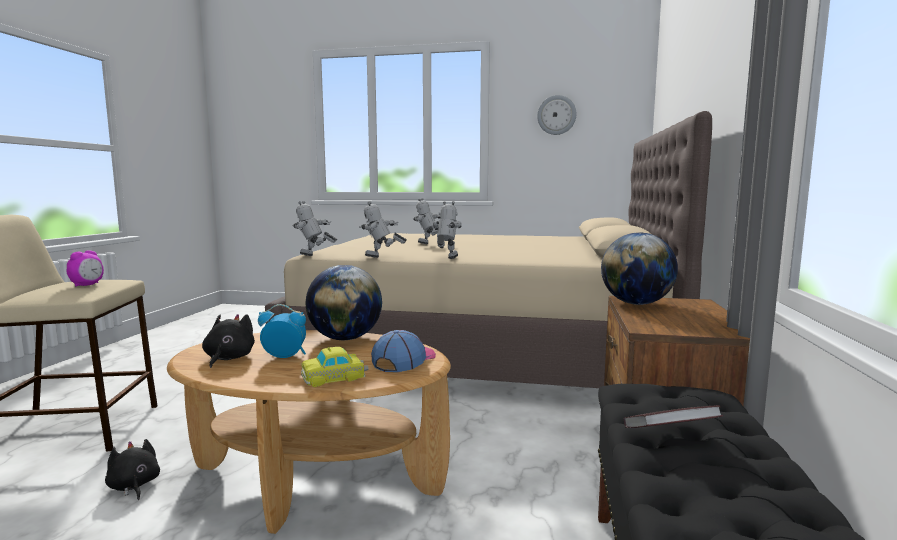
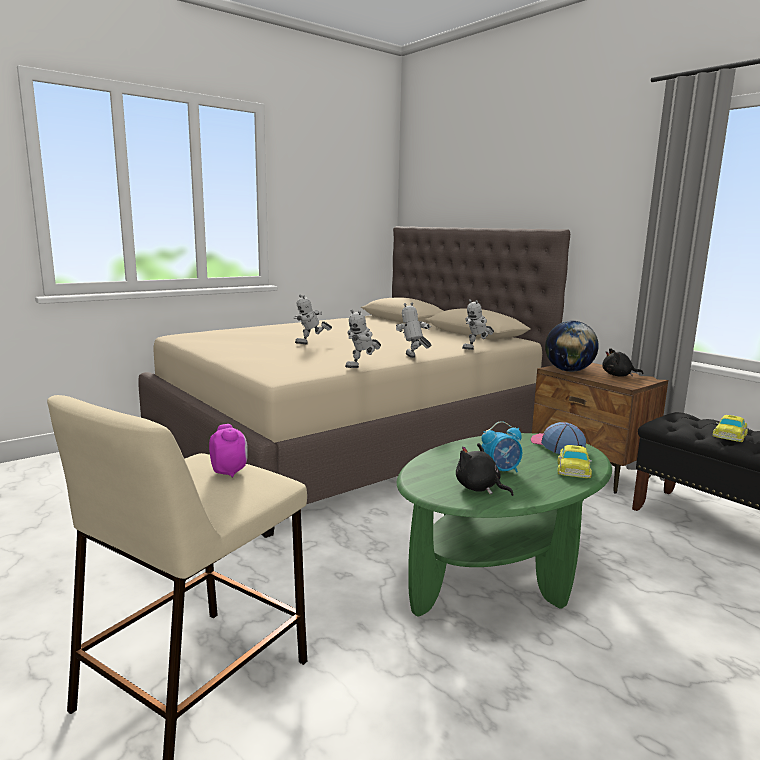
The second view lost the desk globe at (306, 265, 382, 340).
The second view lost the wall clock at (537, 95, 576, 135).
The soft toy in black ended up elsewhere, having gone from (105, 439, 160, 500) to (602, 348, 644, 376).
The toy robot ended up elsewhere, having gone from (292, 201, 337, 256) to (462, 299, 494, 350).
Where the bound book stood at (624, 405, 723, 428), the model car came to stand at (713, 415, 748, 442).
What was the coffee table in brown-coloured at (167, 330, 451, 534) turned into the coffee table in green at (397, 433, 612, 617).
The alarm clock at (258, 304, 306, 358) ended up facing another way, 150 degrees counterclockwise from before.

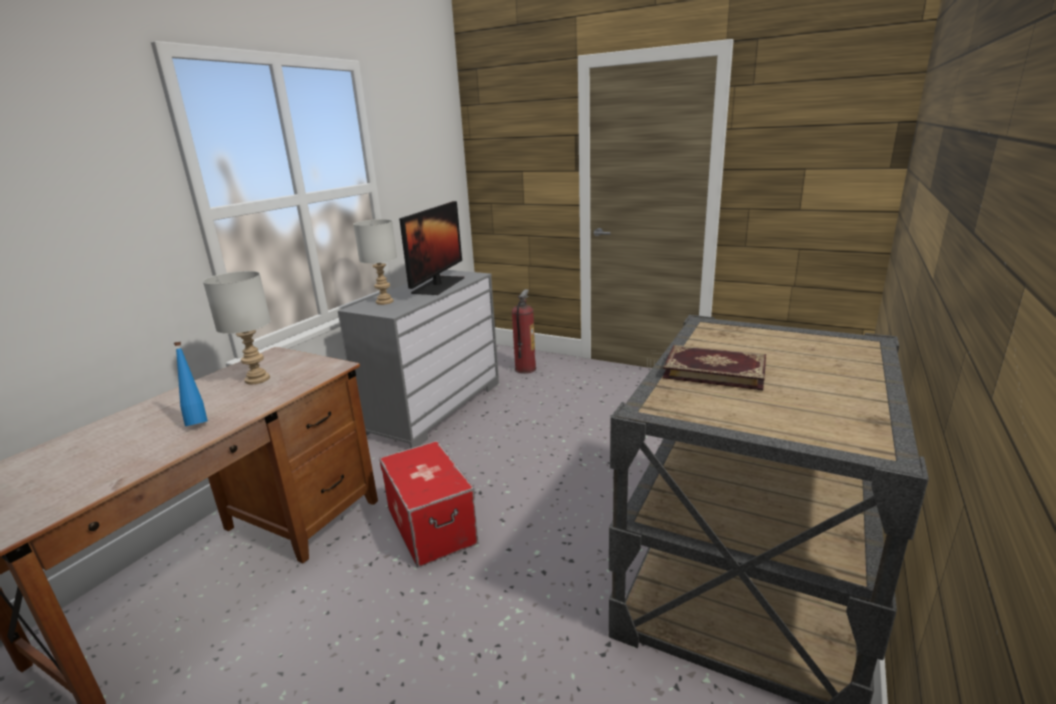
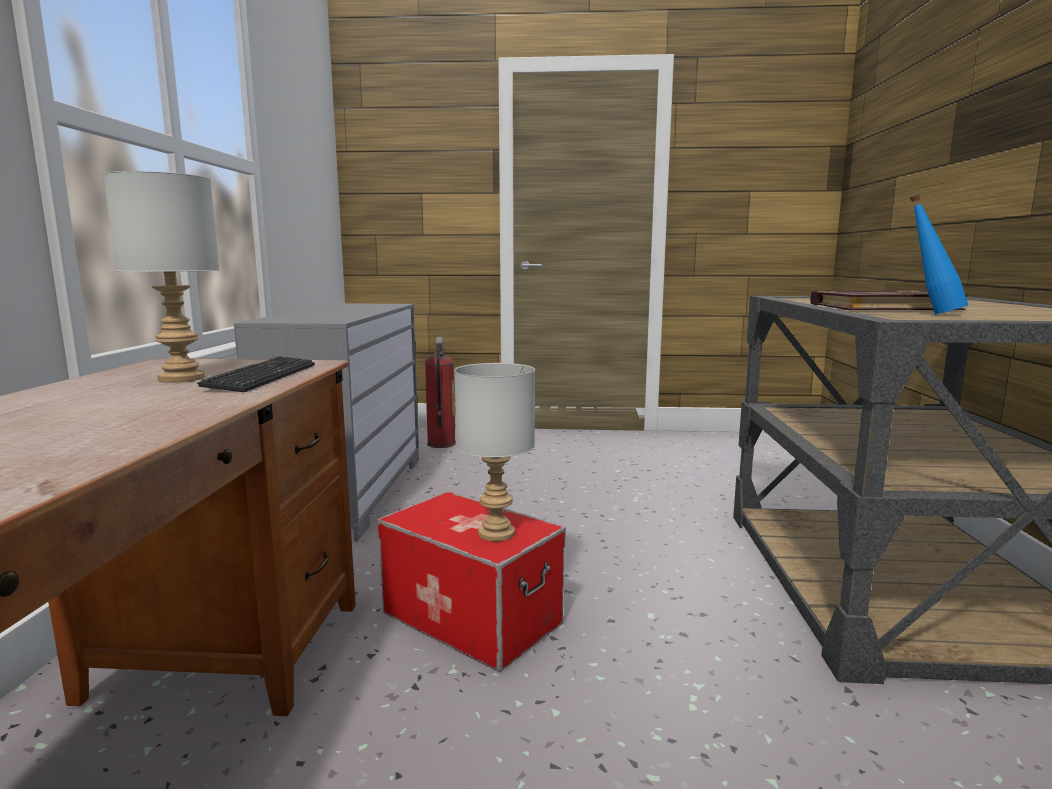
The second view lost the monitor at (399, 201, 464, 295).
The second view gained the PC keyboard at (197, 356, 315, 392).
The drink bottle in bluish ended up elsewhere, having gone from (174, 342, 208, 426) to (910, 194, 968, 315).
The tabletop lamp in gray ended up elsewhere, having gone from (353, 219, 397, 305) to (454, 363, 535, 542).

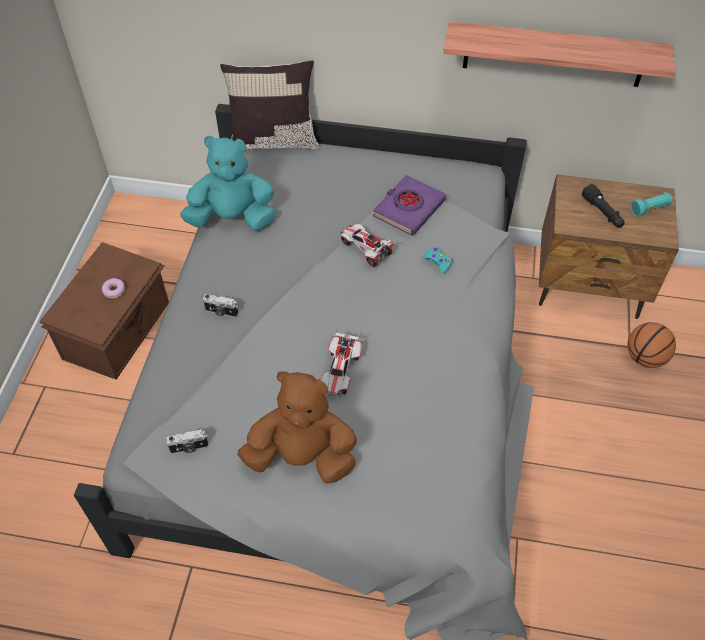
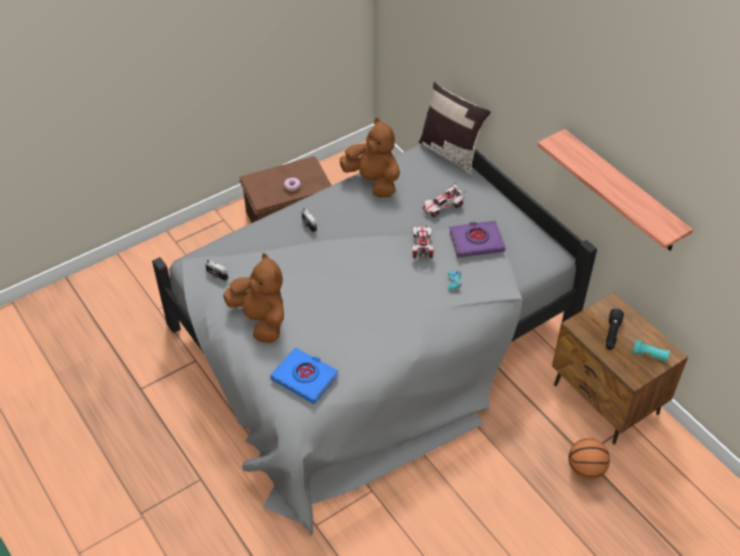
The second view gained the bound book in bluish at (270, 348, 339, 404).
The model car ended up elsewhere, having gone from (321, 328, 362, 396) to (422, 181, 466, 217).
What was the soft toy in turquoise at (180, 136, 276, 231) turned into the soft toy in brown-coloured at (340, 118, 400, 197).

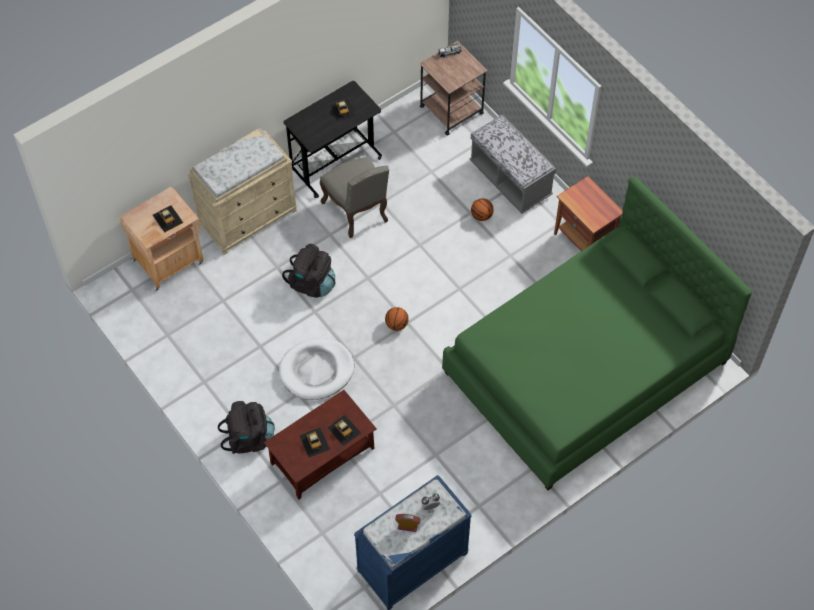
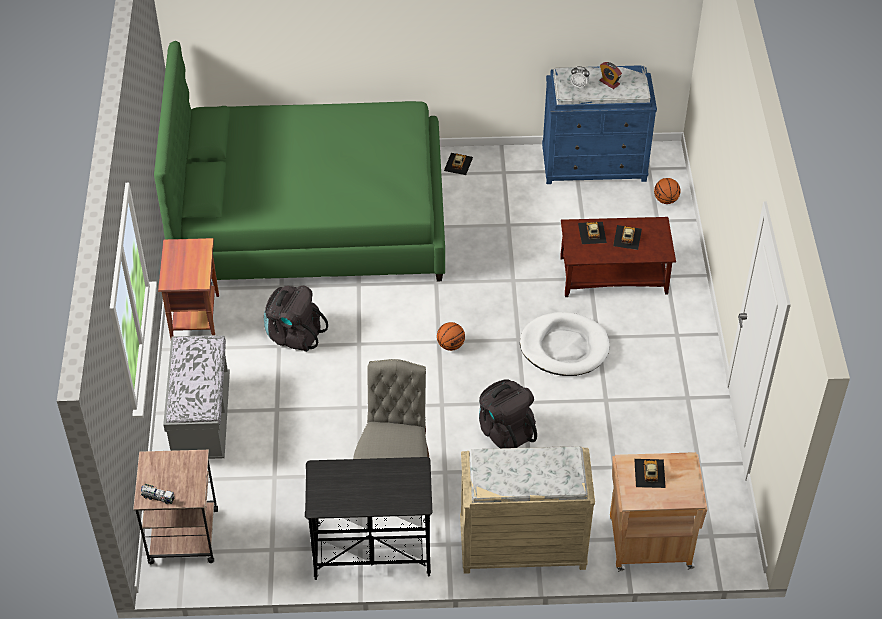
The backpack in black ended up elsewhere, having gone from (218, 401, 275, 454) to (264, 286, 328, 352).
The model car ended up elsewhere, having gone from (330, 99, 357, 122) to (444, 153, 473, 175).
The ball for basketball ended up elsewhere, having gone from (471, 198, 494, 221) to (654, 178, 681, 204).

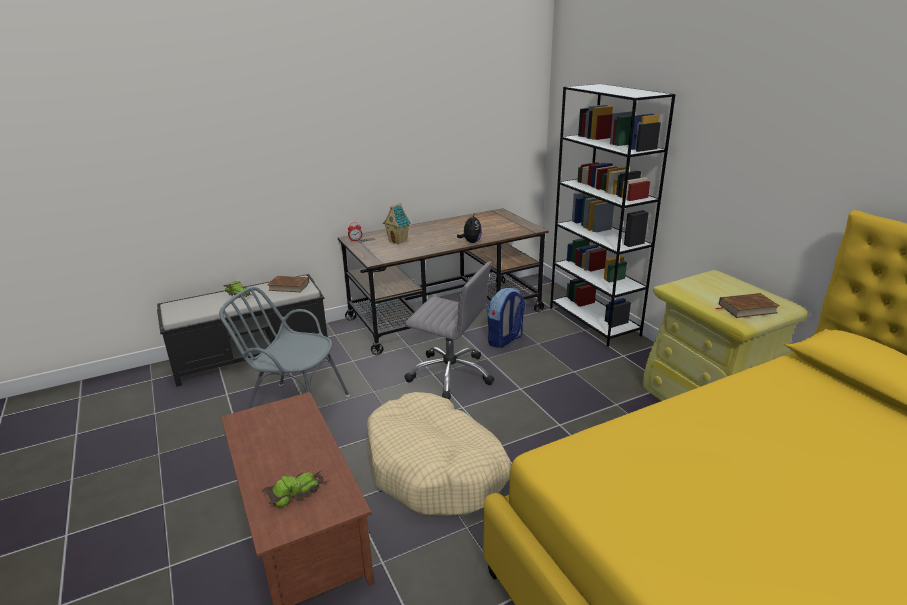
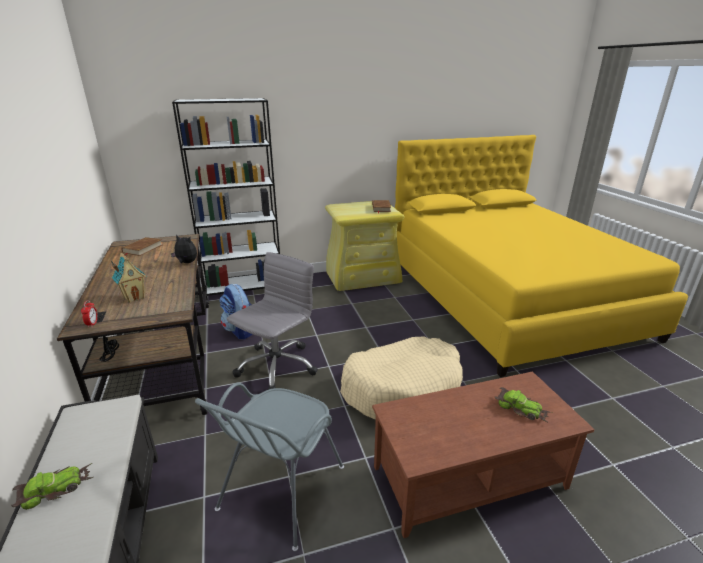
The bound book in brown-coloured ended up elsewhere, having gone from (268, 276, 309, 292) to (121, 237, 162, 256).
The model car at (262, 470, 330, 507) ended up facing another way, 150 degrees clockwise from before.

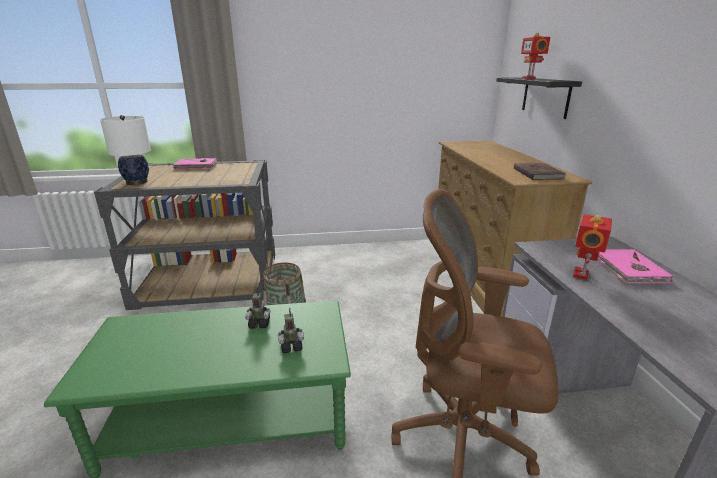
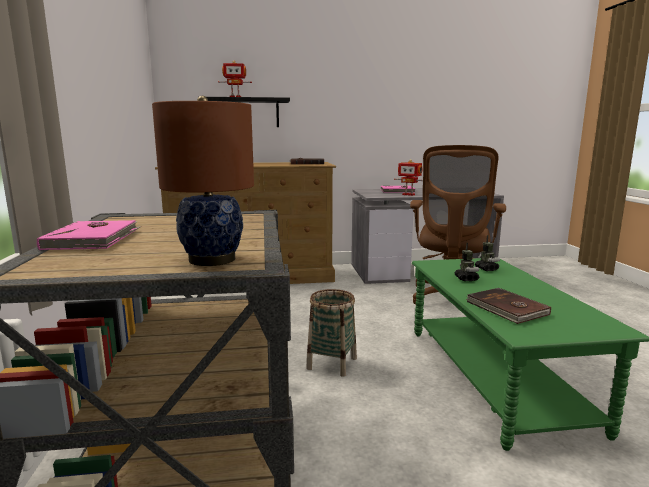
The second view gained the bound book in brown-coloured at (466, 288, 551, 324).
What was the tabletop lamp in white-coloured at (100, 115, 151, 185) turned into the tabletop lamp in brown-coloured at (152, 96, 254, 266).

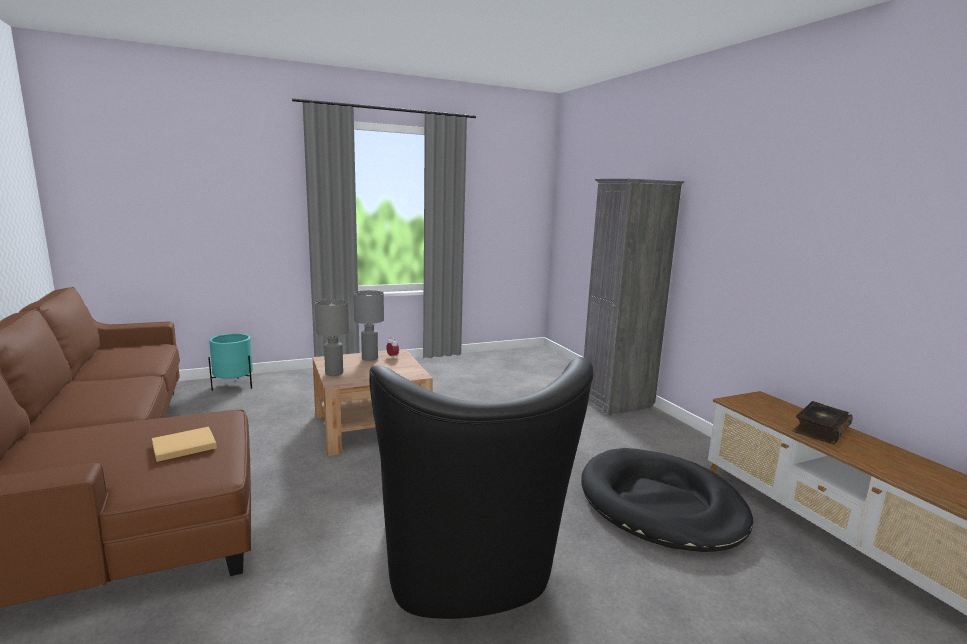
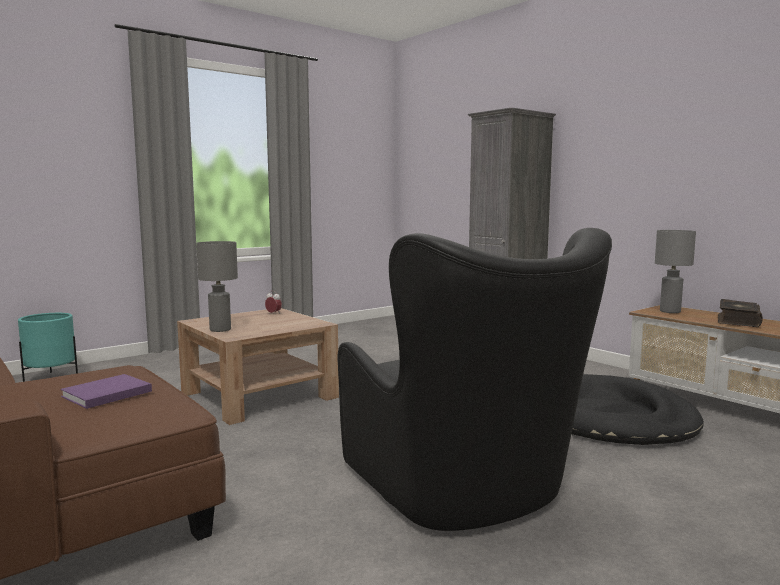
The tabletop lamp in gray ended up elsewhere, having gone from (353, 290, 384, 361) to (655, 230, 696, 313).
What was the bound book in beige-coloured at (152, 427, 217, 462) turned into the bound book in purplish at (60, 374, 152, 409).

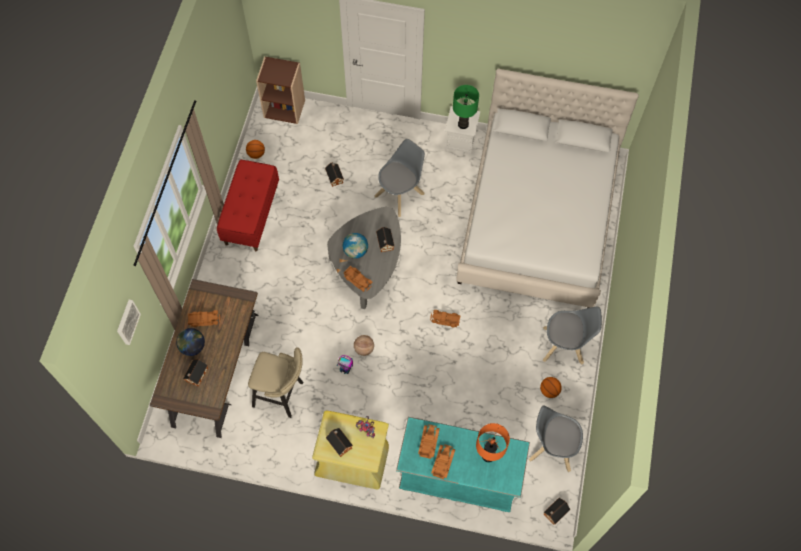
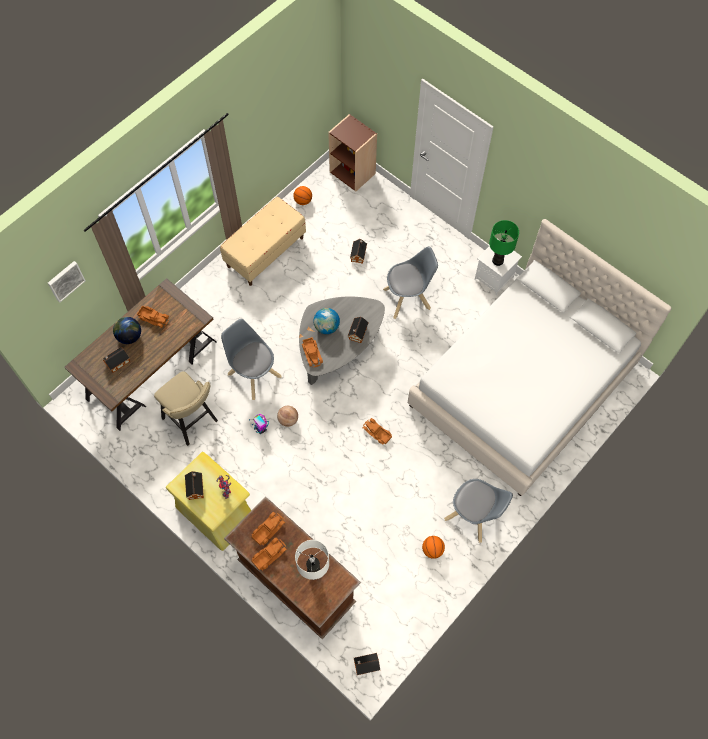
The plain chair in gray ended up elsewhere, having gone from (529, 405, 583, 472) to (221, 319, 282, 400).
What was the long seat in red-coloured at (217, 160, 279, 251) turned into the long seat in beige-coloured at (220, 196, 306, 286).
What was the dresser in turquoise at (396, 417, 530, 512) turned into the dresser in brown-coloured at (224, 496, 361, 639).
What was the tabletop lamp in orangey at (476, 423, 510, 462) turned into the tabletop lamp in white-coloured at (295, 540, 329, 580).

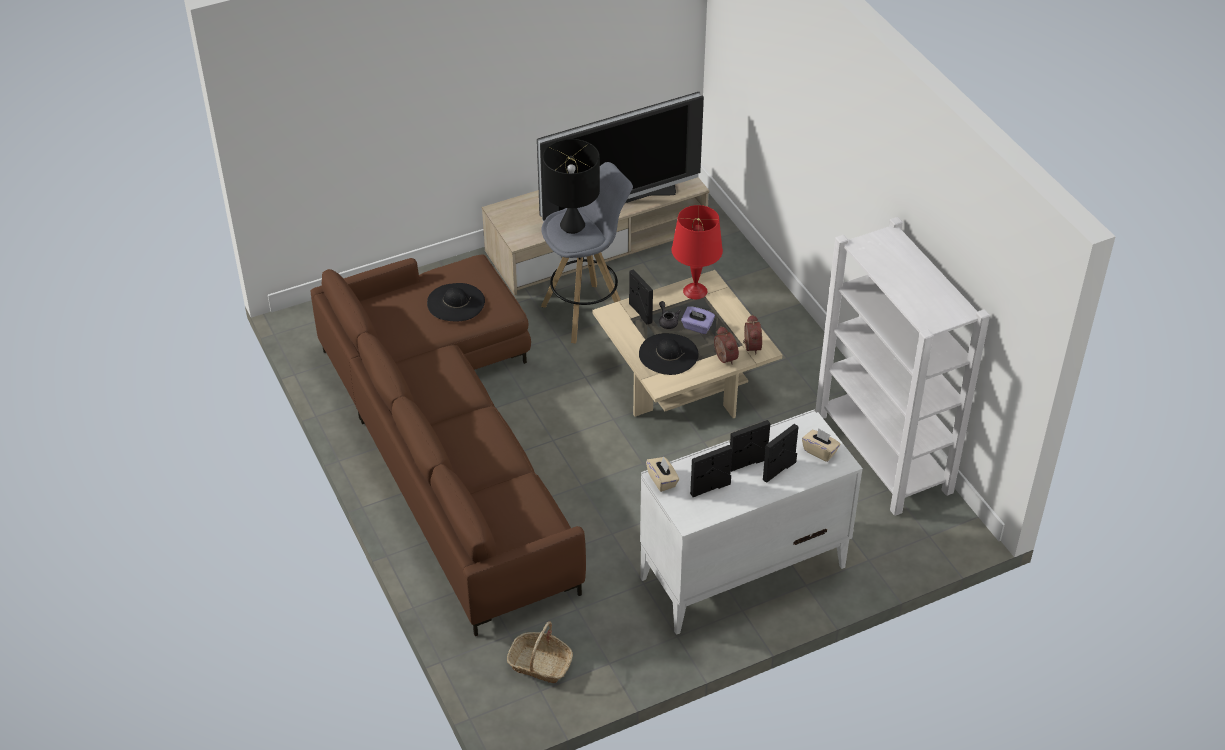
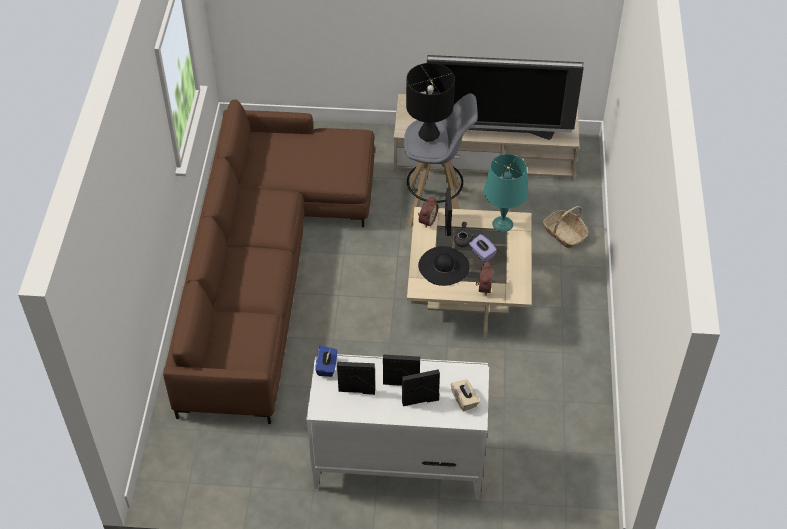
The second view lost the clothing hat in black at (427, 283, 485, 321).
The second view lost the bookshelf in white-coloured at (815, 217, 990, 516).
The basket ended up elsewhere, having gone from (507, 621, 573, 683) to (543, 206, 588, 248).
The alarm clock ended up elsewhere, having gone from (743, 314, 762, 355) to (418, 196, 439, 227).
What was the tissue box in beige-coloured at (646, 456, 679, 492) turned into the tissue box in bluish at (316, 346, 337, 377).
What was the tabletop lamp in red-coloured at (672, 205, 723, 299) turned into the tabletop lamp in turquoise at (484, 154, 528, 232).

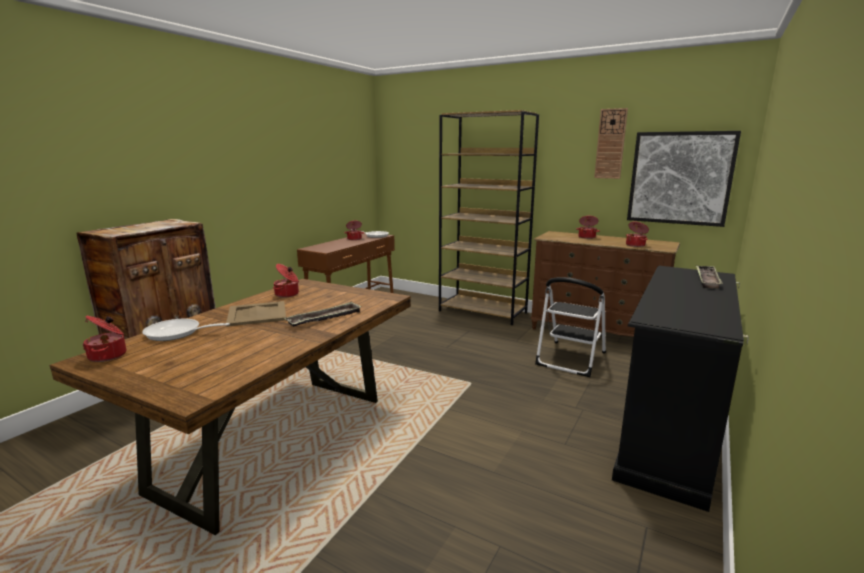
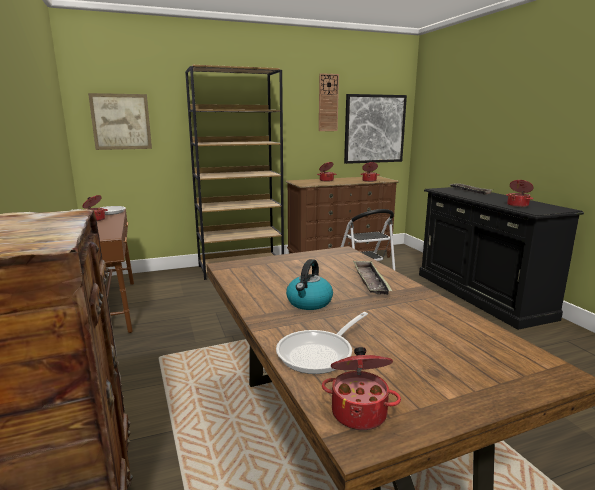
The second view gained the wall art at (88, 93, 152, 150).
The saucepot ended up elsewhere, having gone from (273, 264, 299, 298) to (506, 180, 534, 207).
Where the serving tray in beige-coloured stood at (226, 301, 286, 327), the kettle came to stand at (286, 259, 333, 310).

